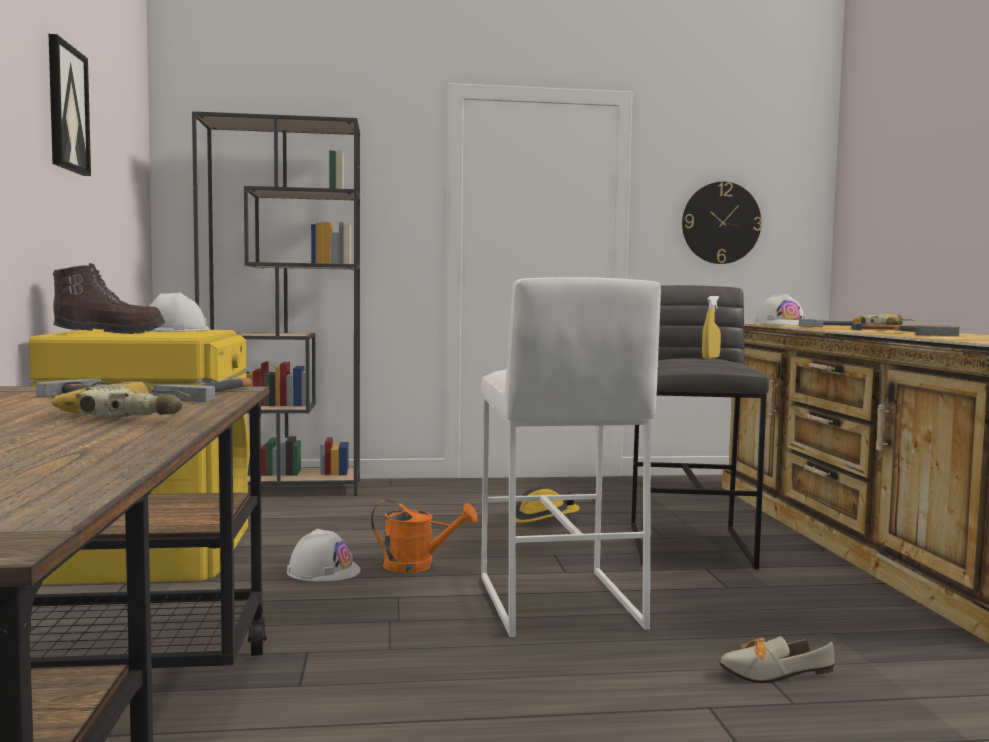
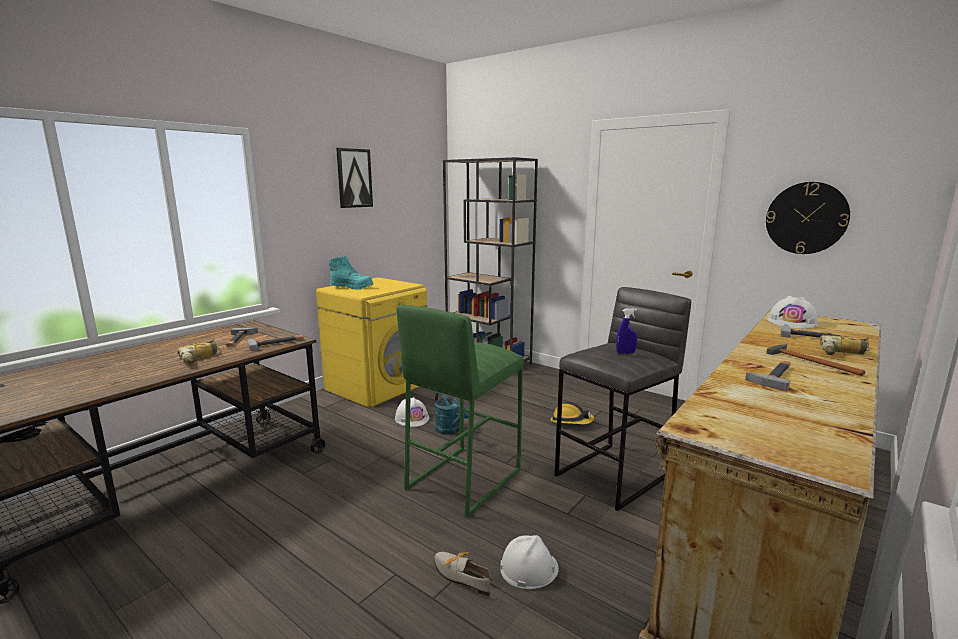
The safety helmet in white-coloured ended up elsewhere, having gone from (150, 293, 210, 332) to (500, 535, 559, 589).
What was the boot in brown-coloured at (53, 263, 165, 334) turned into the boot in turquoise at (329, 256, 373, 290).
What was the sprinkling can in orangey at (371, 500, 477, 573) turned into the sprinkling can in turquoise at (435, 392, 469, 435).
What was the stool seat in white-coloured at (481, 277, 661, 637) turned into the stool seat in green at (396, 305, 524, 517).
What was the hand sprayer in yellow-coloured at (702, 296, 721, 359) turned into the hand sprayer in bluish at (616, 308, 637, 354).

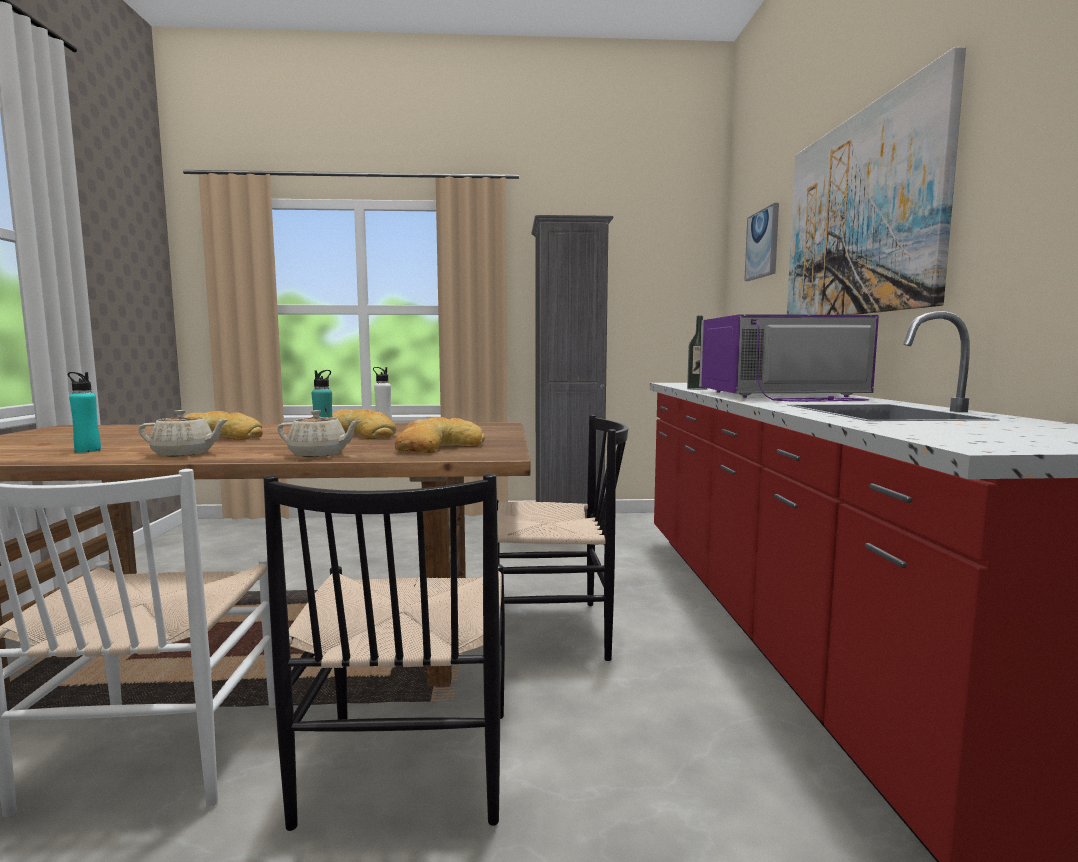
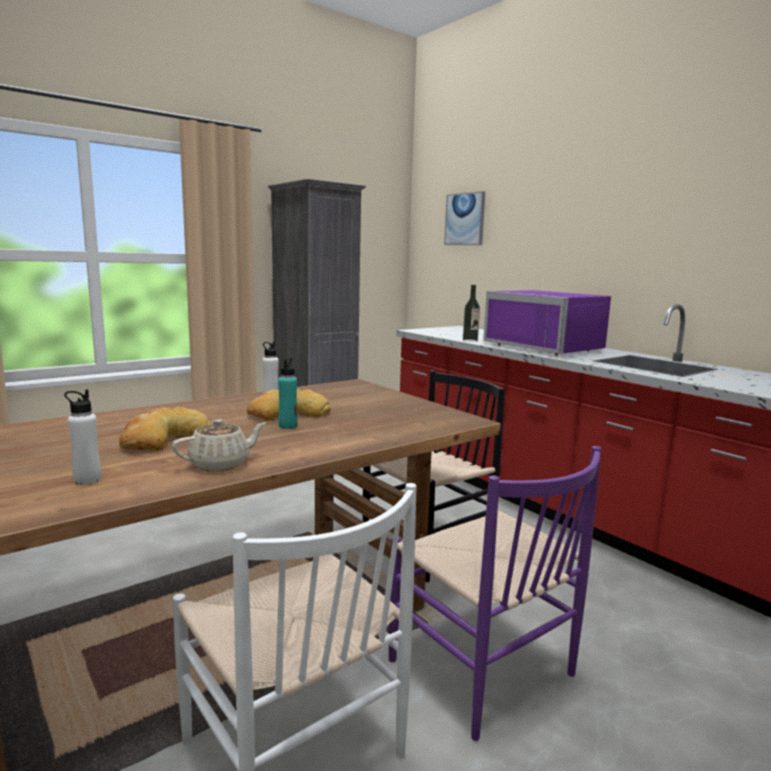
The second view lost the pot for tea in beige-coloured at (277, 410, 361, 457).
The second view lost the bakery bread at (395, 417, 485, 453).
The second view lost the wall art at (787, 47, 966, 315).
What was the drink bottle in turquoise at (68, 372, 101, 453) turned into the drink bottle in white-coloured at (64, 389, 101, 485).
What was the plain chair in black at (263, 474, 505, 831) turned into the plain chair in purplish at (389, 446, 601, 741).
The kitchen microwave in purplish at (699, 314, 879, 402) ended up facing another way, 90 degrees counterclockwise from before.

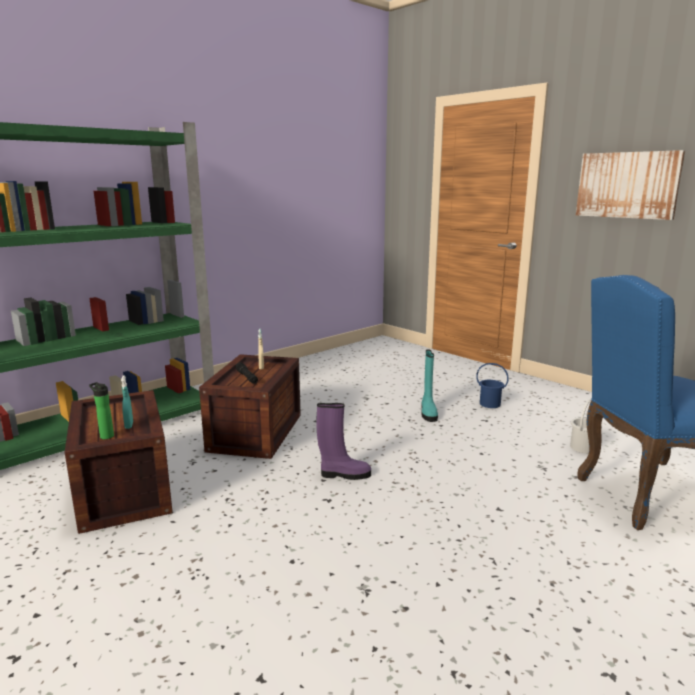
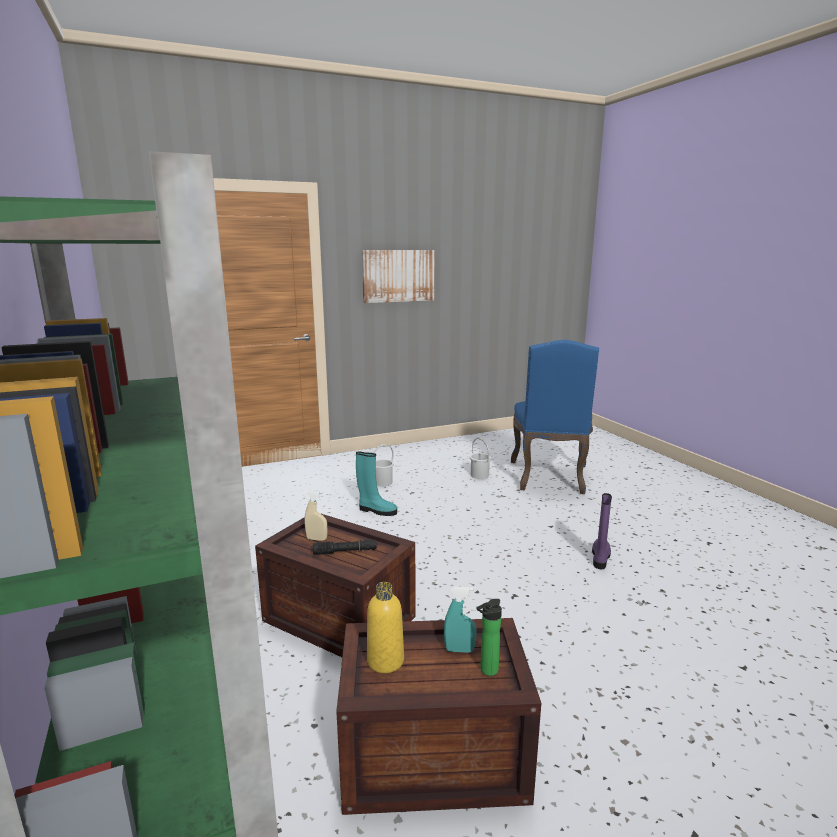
The second view gained the drink bottle in yellow-coloured at (367, 582, 404, 673).
The boot in purplish ended up elsewhere, having gone from (317, 403, 371, 480) to (592, 493, 612, 569).
What was the pail in bluish at (476, 363, 509, 408) turned into the pail in white-coloured at (373, 444, 394, 486).

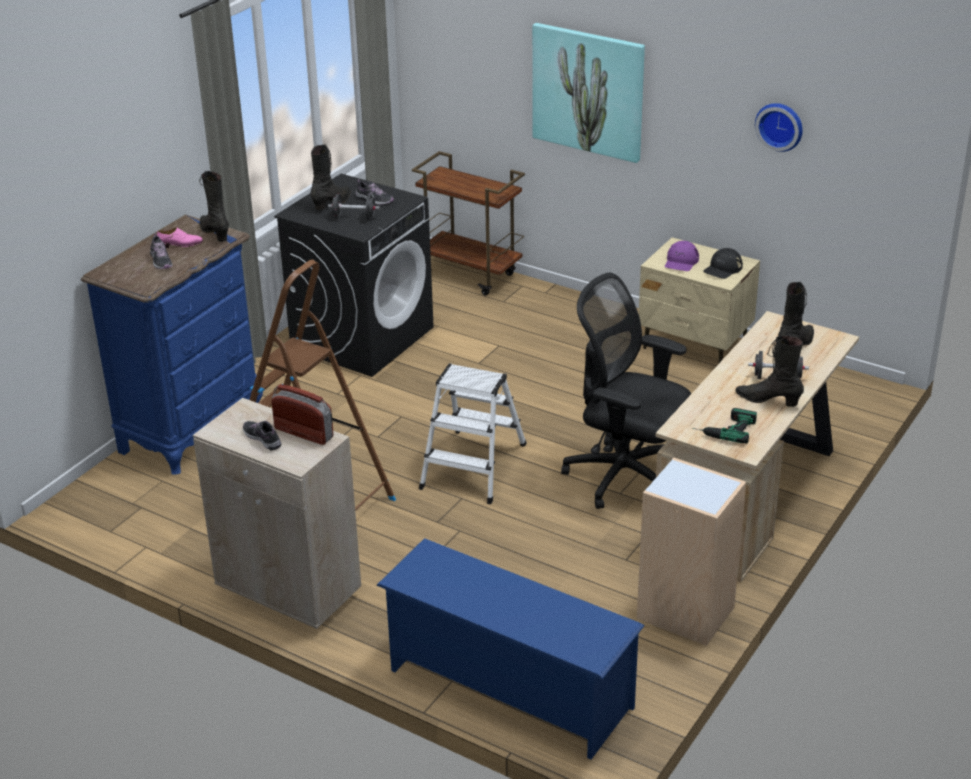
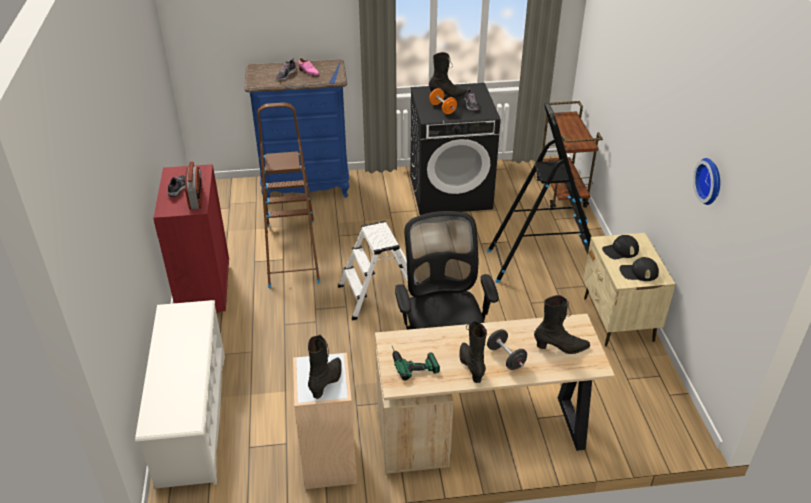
The second view lost the wall art at (532, 23, 645, 163).
The second view gained the stepladder in black at (487, 102, 592, 283).
The boot in black ended up elsewhere, having gone from (200, 171, 229, 242) to (308, 335, 342, 399).
What was the cabinet in beige-coloured at (193, 398, 361, 629) turned into the cabinet in red-coloured at (153, 164, 229, 313).
What was the free weight in black at (328, 194, 380, 220) turned into the free weight in orangey at (429, 88, 457, 114).
What was the shoe stand in bluish at (377, 538, 645, 760) turned into the shoe stand in white-coloured at (135, 300, 225, 488).
What was the baseball cap in purplish at (665, 241, 699, 271) turned into the baseball cap in black at (602, 235, 639, 259).

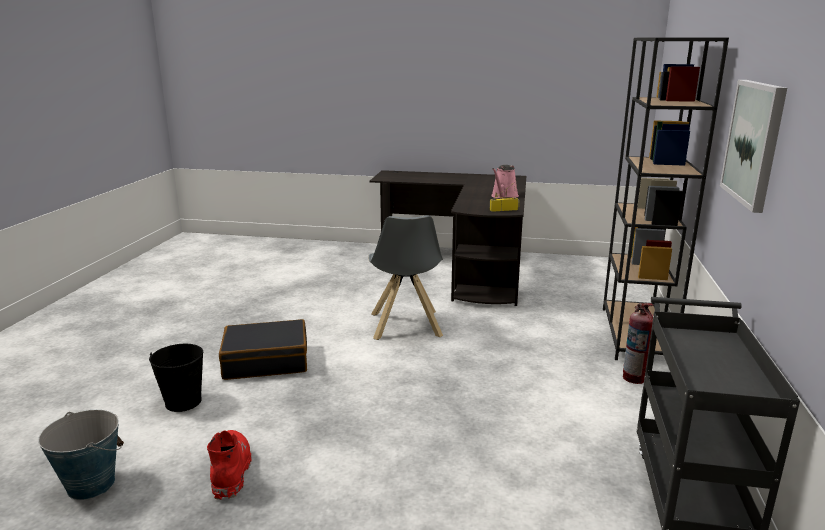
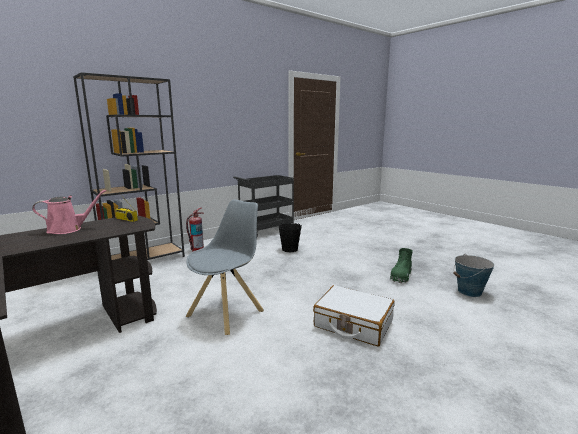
The second view lost the wall art at (720, 80, 787, 213).
The pail in black ended up elsewhere, having gone from (149, 344, 203, 412) to (278, 223, 302, 252).
What was the boot in red-coloured at (207, 430, 252, 500) turned into the boot in green at (390, 248, 413, 283).
What was the travel case in black at (219, 319, 307, 380) turned into the travel case in white-coloured at (313, 285, 395, 346).

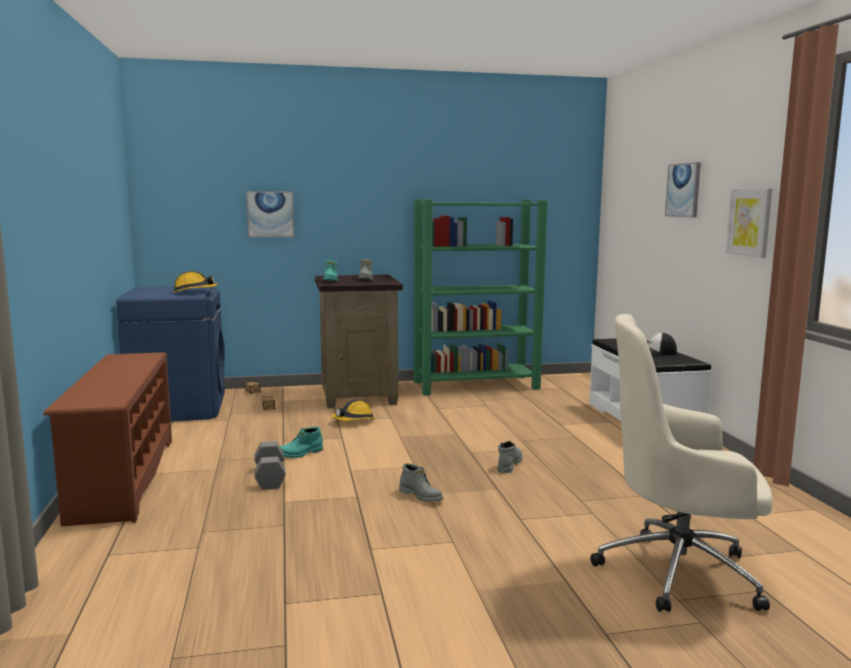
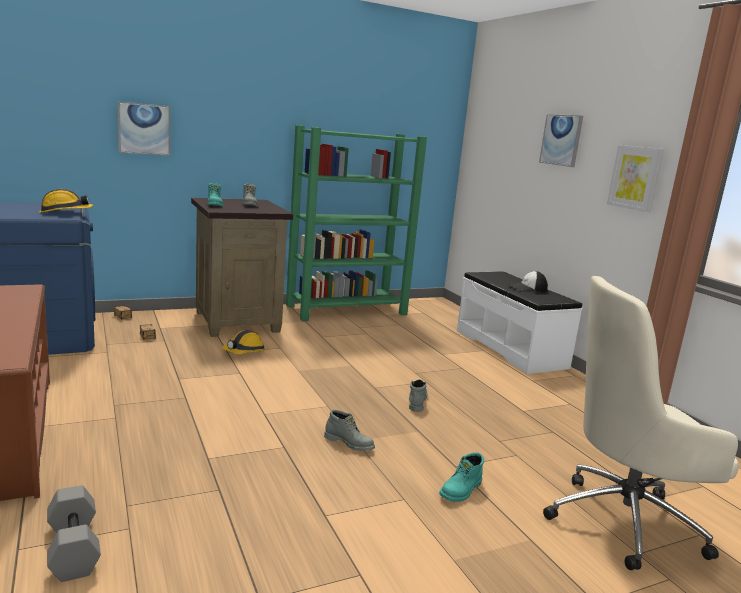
The free weight in gray ended up elsewhere, having gone from (254, 441, 286, 490) to (47, 485, 101, 582).
The boot in turquoise ended up elsewhere, having gone from (280, 427, 323, 458) to (439, 452, 484, 502).

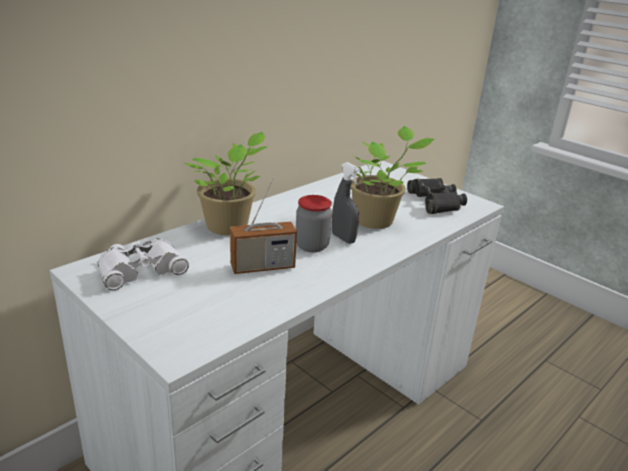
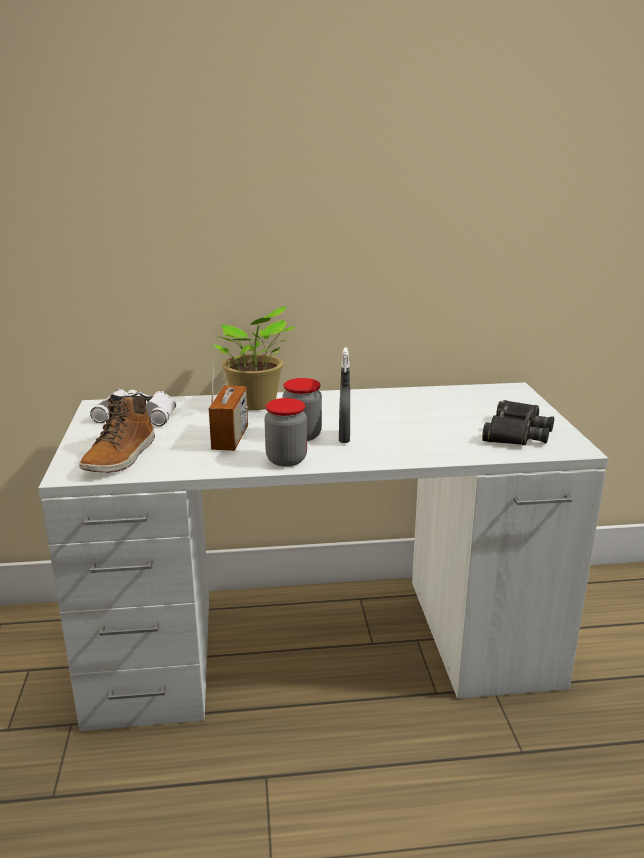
The second view lost the potted plant at (342, 126, 434, 229).
The second view gained the boot at (79, 394, 155, 473).
The second view gained the preserve jar at (265, 398, 307, 467).
The radio at (230, 178, 297, 274) ended up facing another way, 105 degrees counterclockwise from before.

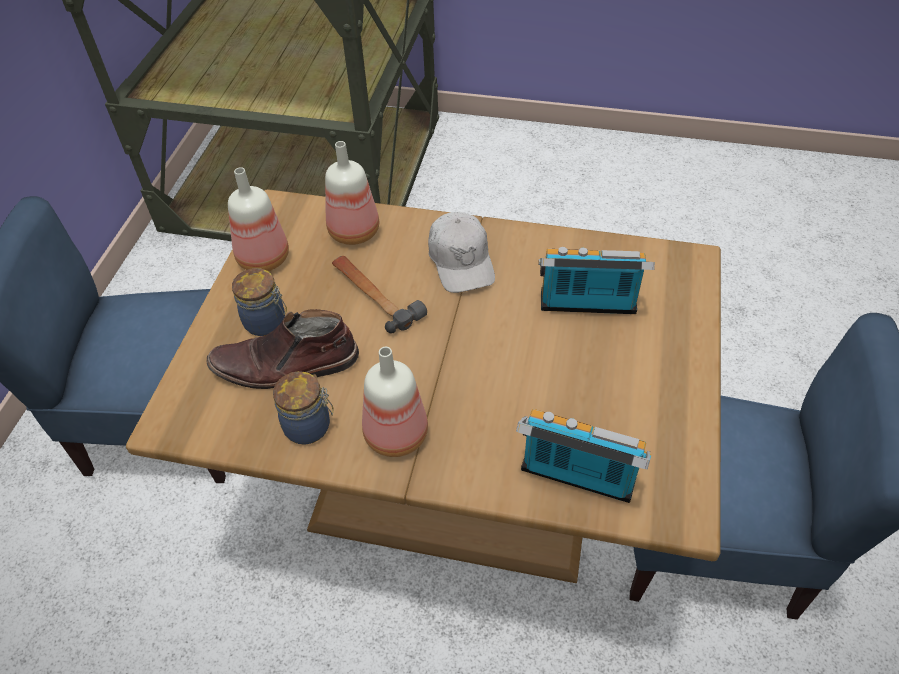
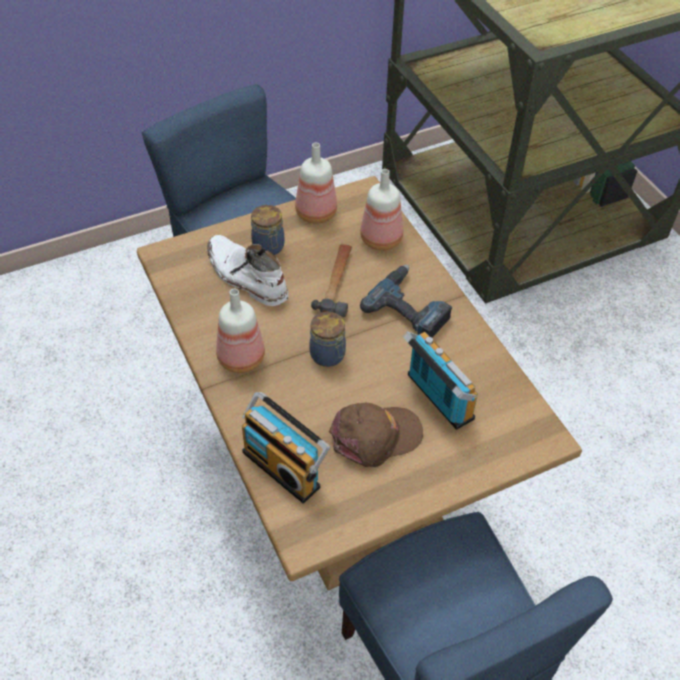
The second view gained the baseball cap in brown-coloured at (329, 403, 423, 467).
The preserve jar ended up elsewhere, having gone from (273, 371, 334, 445) to (309, 312, 346, 367).
Where the baseball cap in white-coloured stood at (428, 212, 495, 293), the electric drill came to stand at (360, 265, 453, 338).
What was the boot in brown-coloured at (207, 309, 359, 389) turned into the boot in white-coloured at (207, 235, 289, 306).
The radio at (516, 409, 651, 503) ended up facing another way, 150 degrees clockwise from before.

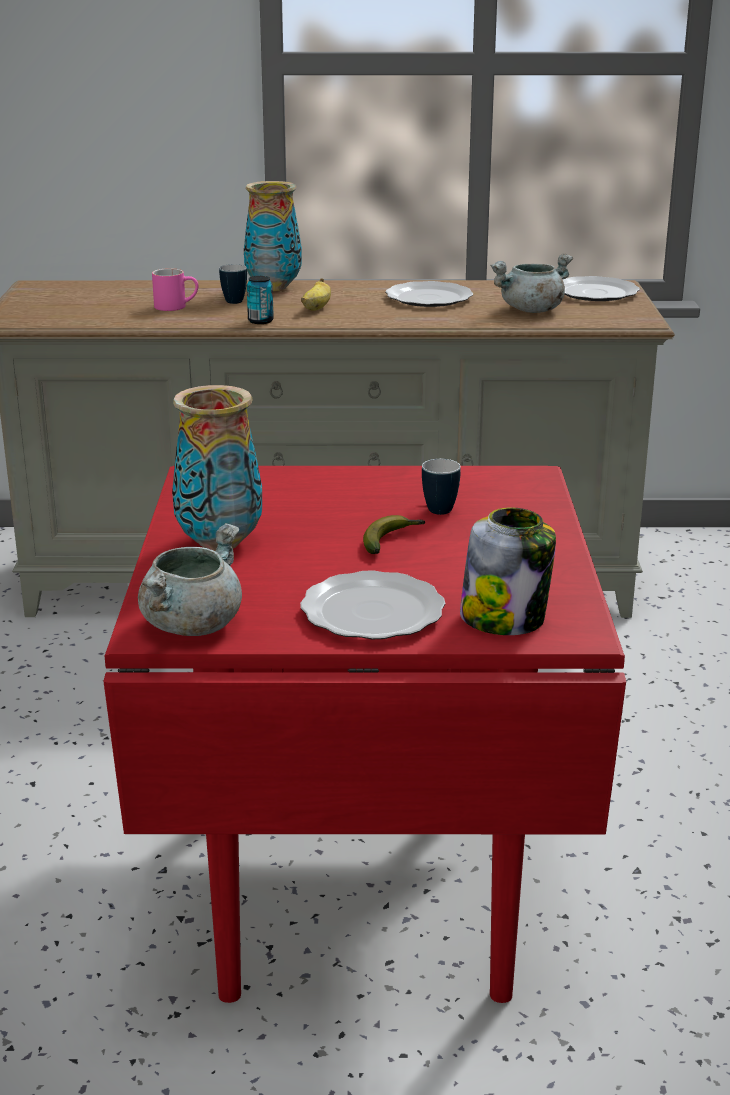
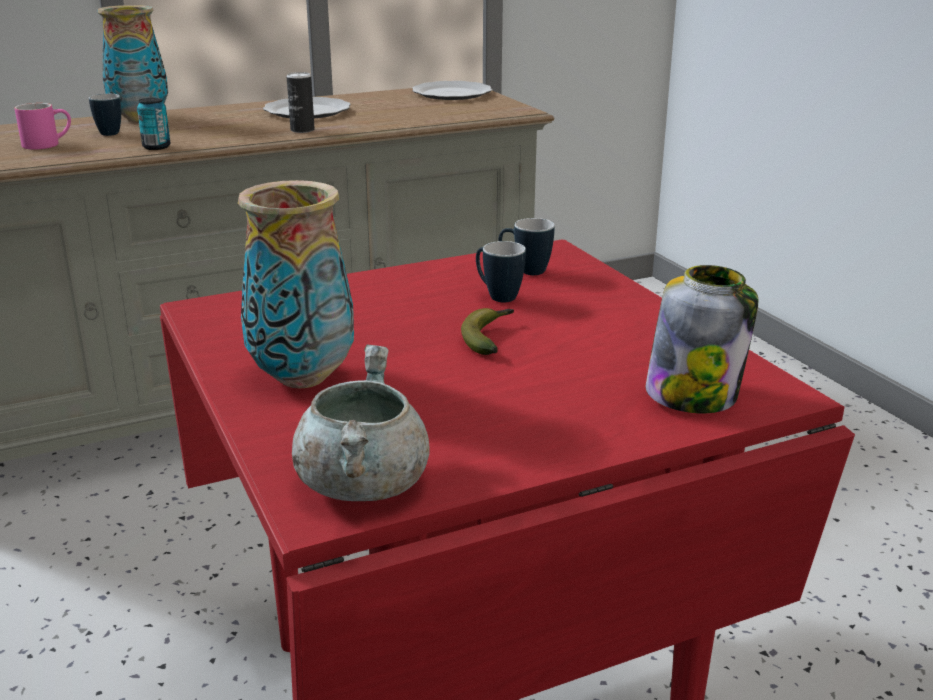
The second view lost the flat dish at (300, 570, 445, 639).
The second view lost the banana at (301, 278, 331, 311).
The second view lost the saucepot in gray at (490, 253, 573, 313).
The second view gained the sealed can at (287, 72, 315, 133).
The second view gained the mug at (498, 218, 555, 275).

